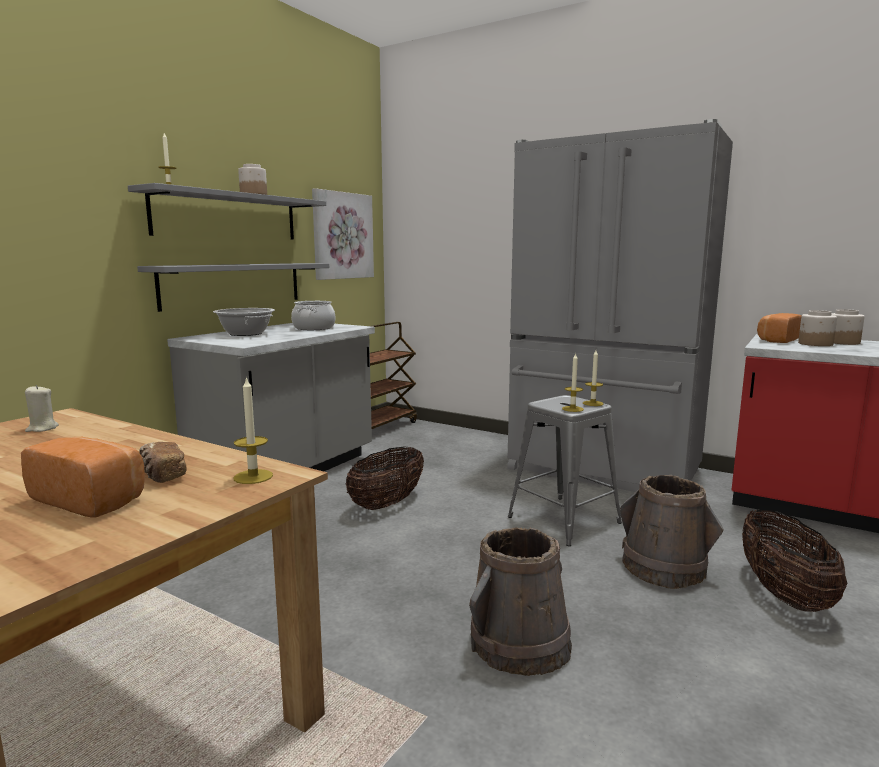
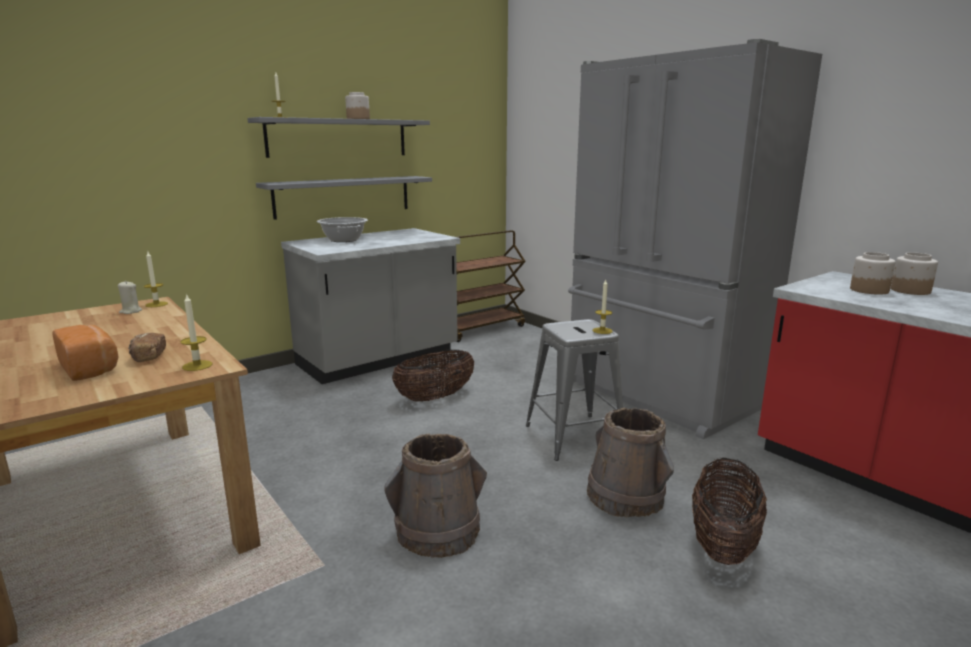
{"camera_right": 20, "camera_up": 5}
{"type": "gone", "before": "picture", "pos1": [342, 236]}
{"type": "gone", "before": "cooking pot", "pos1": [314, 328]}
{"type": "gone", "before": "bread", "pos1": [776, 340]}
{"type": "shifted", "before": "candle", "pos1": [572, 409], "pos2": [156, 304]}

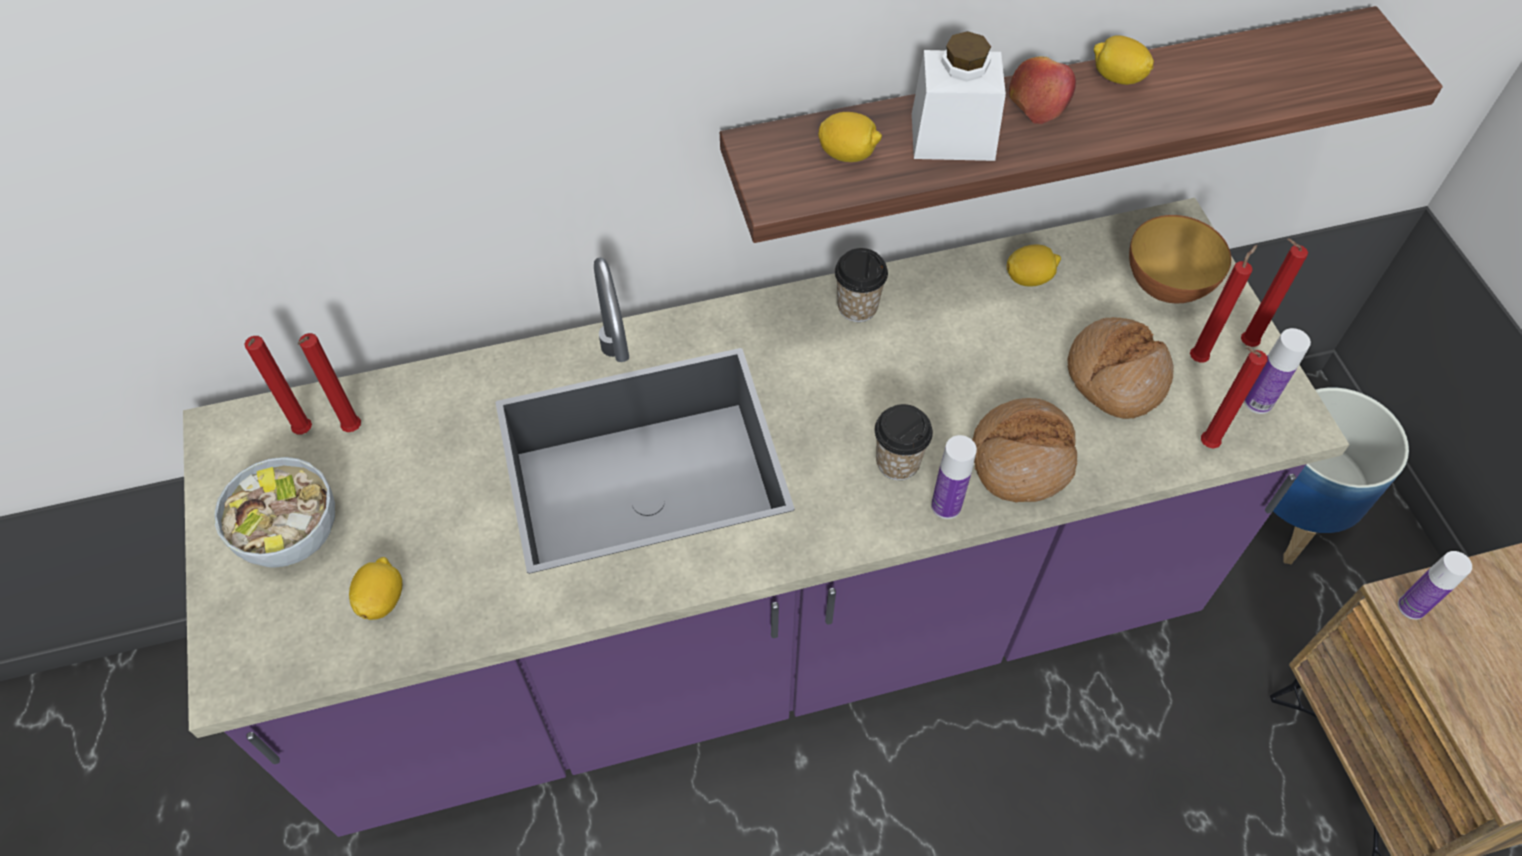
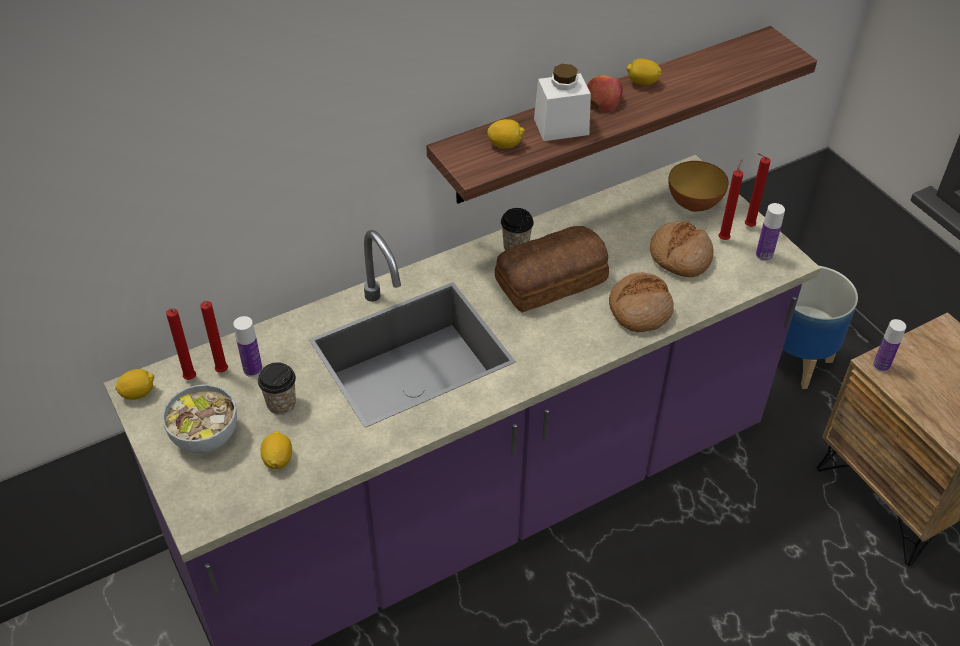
{"camera_right": -15, "camera_up": -10}
{"type": "shifted", "before": "lemon", "pos1": [1029, 278], "pos2": [138, 393]}
{"type": "gone", "before": "red candle", "pos1": [1204, 444]}
{"type": "shifted", "before": "cup", "pos1": [897, 462], "pos2": [281, 404]}
{"type": "shifted", "before": "bottle", "pos1": [946, 506], "pos2": [253, 369]}
{"type": "new", "after": "bread", "pos2": [553, 281]}

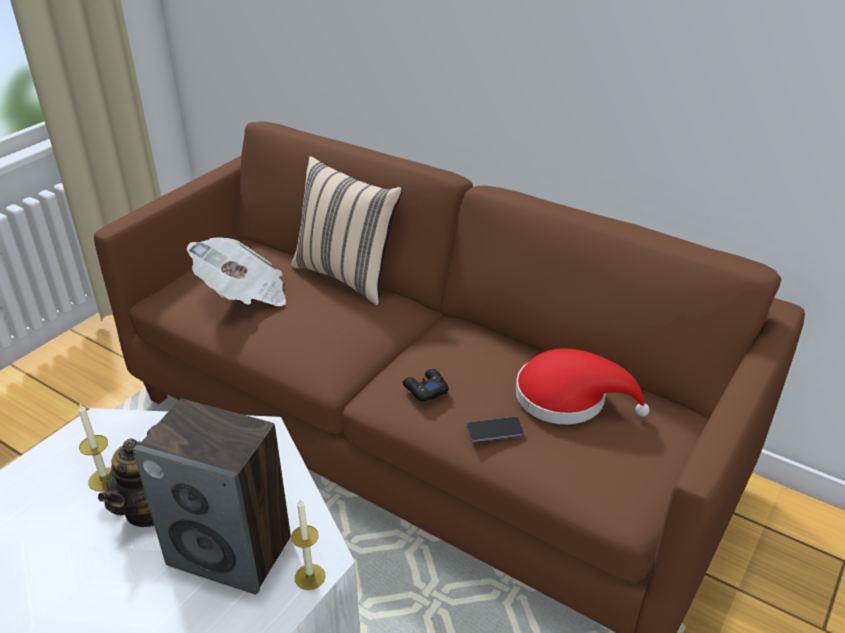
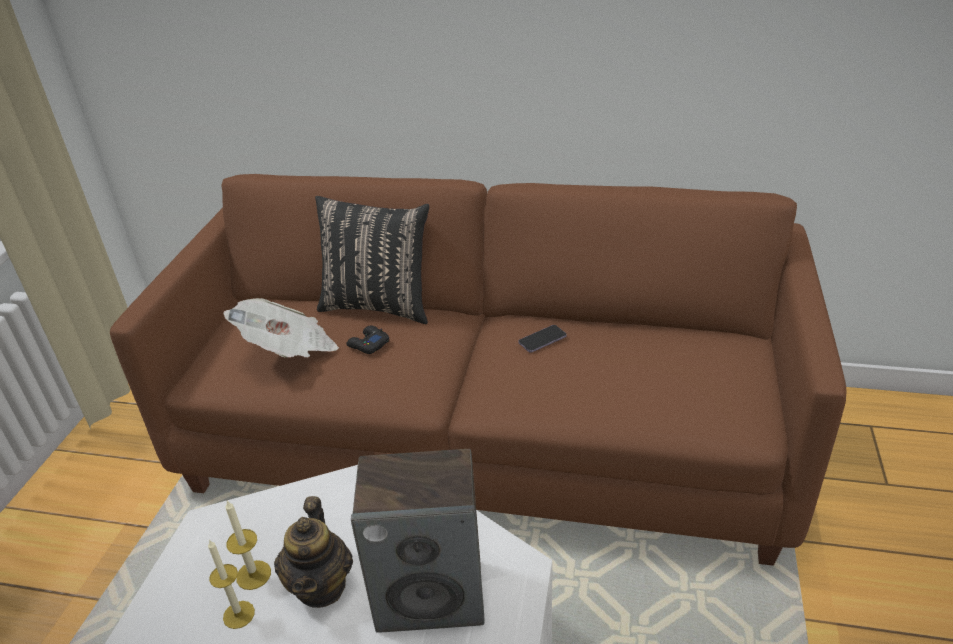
{"camera_right": -20, "camera_up": 0}
{"type": "repainted", "before": "beige pillow", "after": "black pillow", "pos1": [348, 275], "pos2": [379, 305]}
{"type": "gone", "before": "red hat", "pos1": [568, 398]}
{"type": "shifted", "before": "black game controller", "pos1": [425, 389], "pos2": [368, 344]}
{"type": "shifted", "before": "phone", "pos1": [494, 431], "pos2": [542, 340]}
{"type": "shifted", "before": "candle", "pos1": [310, 577], "pos2": [239, 614]}

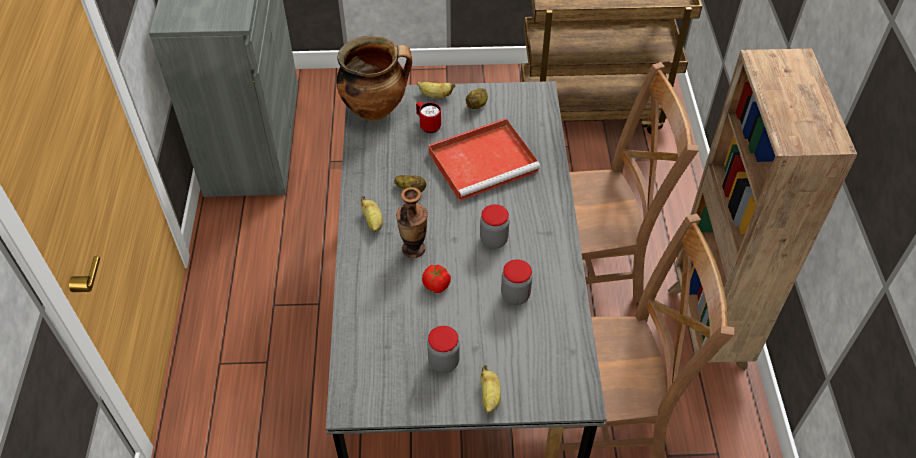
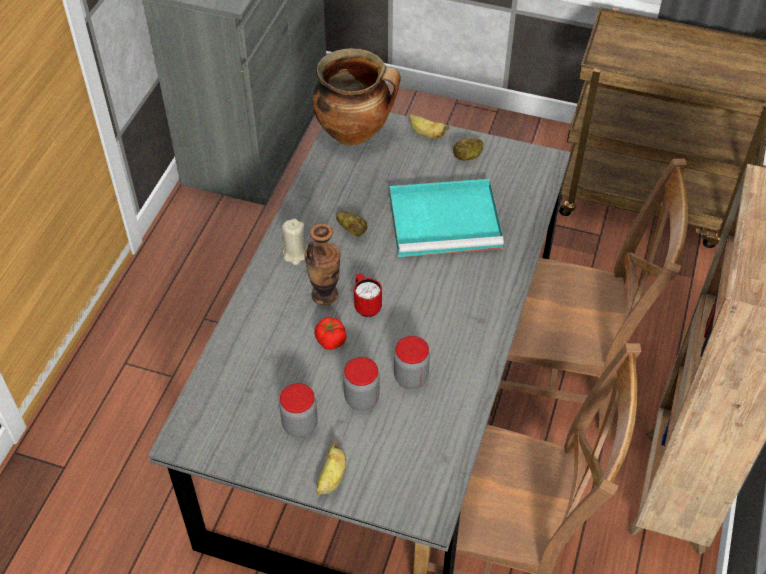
{"camera_right": 20, "camera_up": 0}
{"type": "shifted", "before": "red mug", "pos1": [428, 125], "pos2": [366, 305]}
{"type": "repainted", "before": "red tray", "after": "turquoise tray", "pos1": [484, 161], "pos2": [447, 221]}
{"type": "swapped", "before": "banana", "after": "beige candle", "pos1": [373, 222], "pos2": [295, 254]}
{"type": "shifted", "before": "jar", "pos1": [493, 240], "pos2": [361, 399]}

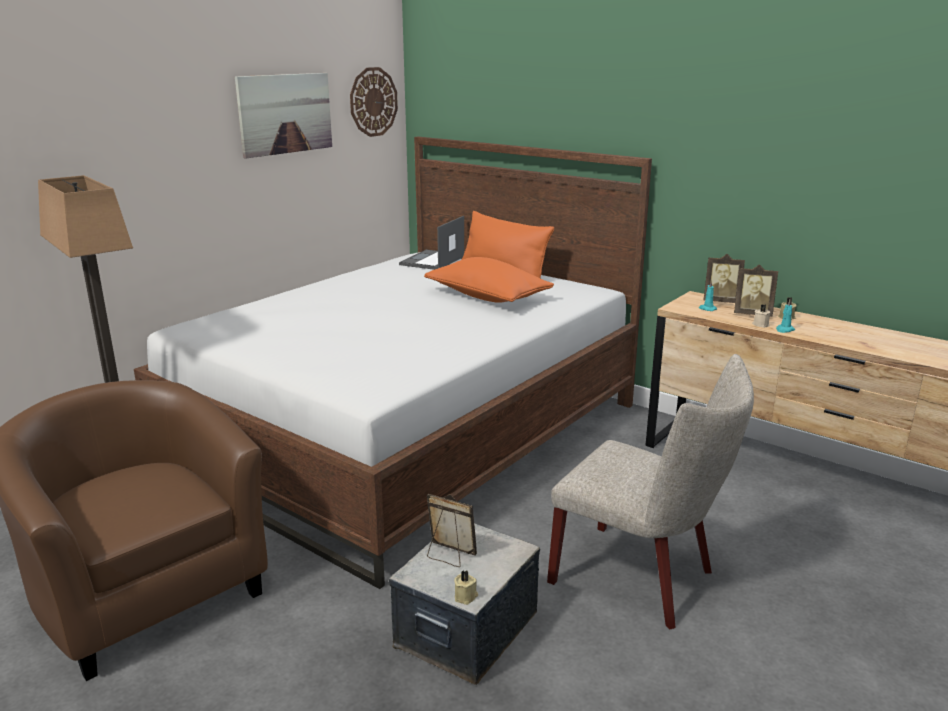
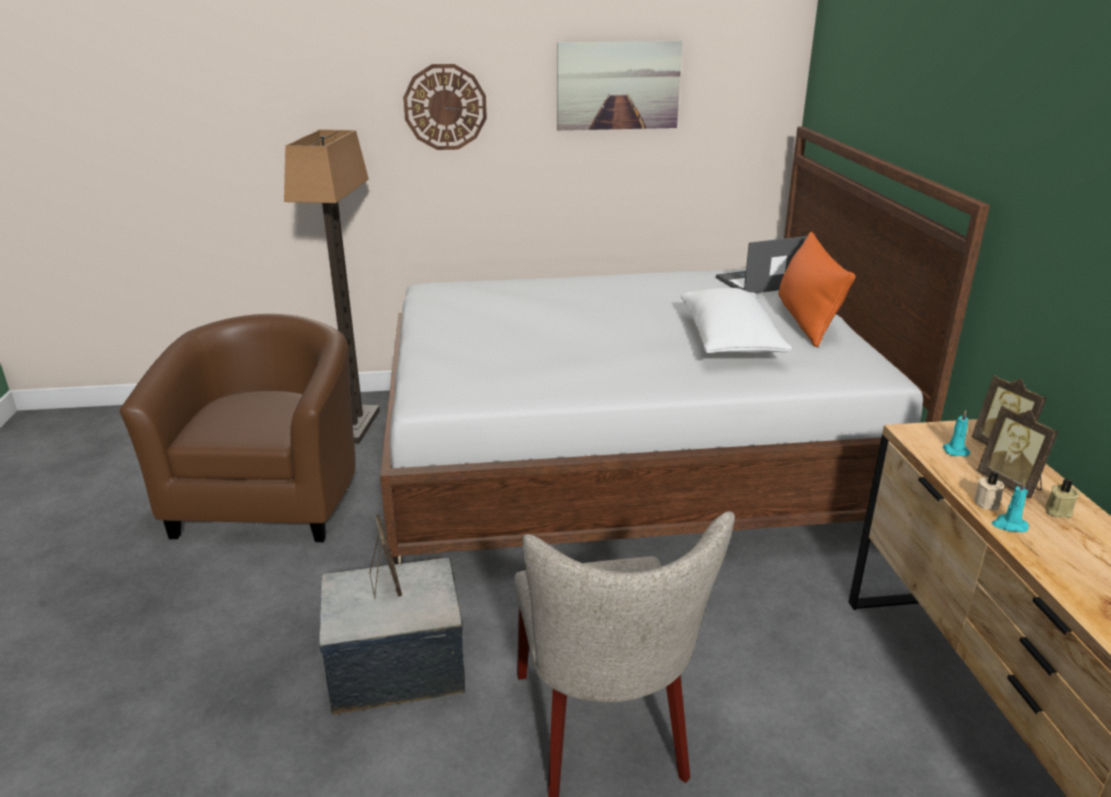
{"camera_right": 45, "camera_up": 5}
{"type": "shifted", "before": "wall clock", "pos1": [373, 102], "pos2": [445, 107]}
{"type": "repainted", "before": "orange pillow", "after": "white pillow", "pos1": [487, 297], "pos2": [729, 341]}
{"type": "gone", "before": "beige candle", "pos1": [466, 597]}

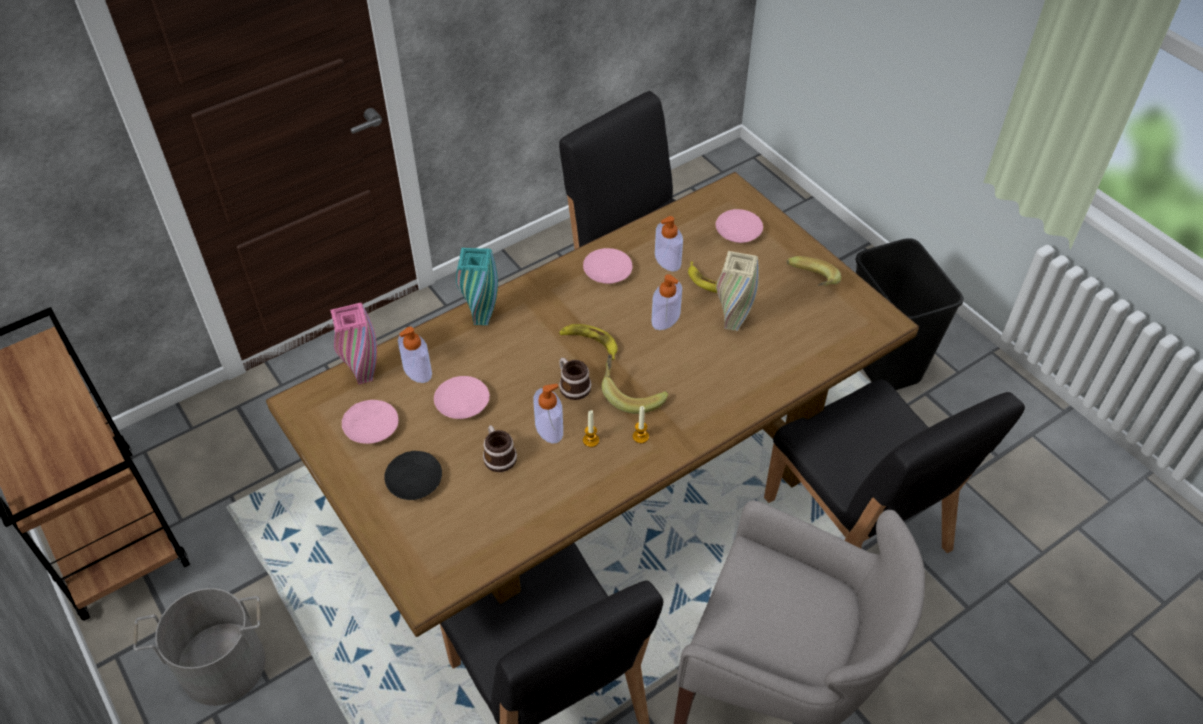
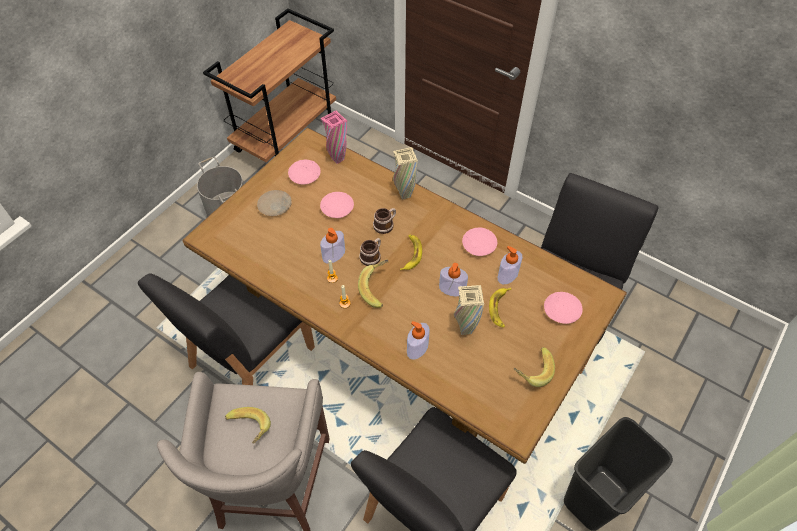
{"camera_right": 70, "camera_up": 5}
{"type": "repainted", "before": "turquoise vase", "after": "beige vase", "pos1": [481, 319], "pos2": [404, 195]}
{"type": "shifted", "before": "soap dispenser", "pos1": [417, 370], "pos2": [417, 348]}
{"type": "shifted", "before": "mug", "pos1": [498, 455], "pos2": [385, 224]}
{"type": "repainted", "before": "black plate", "after": "beige plate", "pos1": [414, 479], "pos2": [275, 206]}
{"type": "new", "after": "banana", "pos2": [249, 430]}

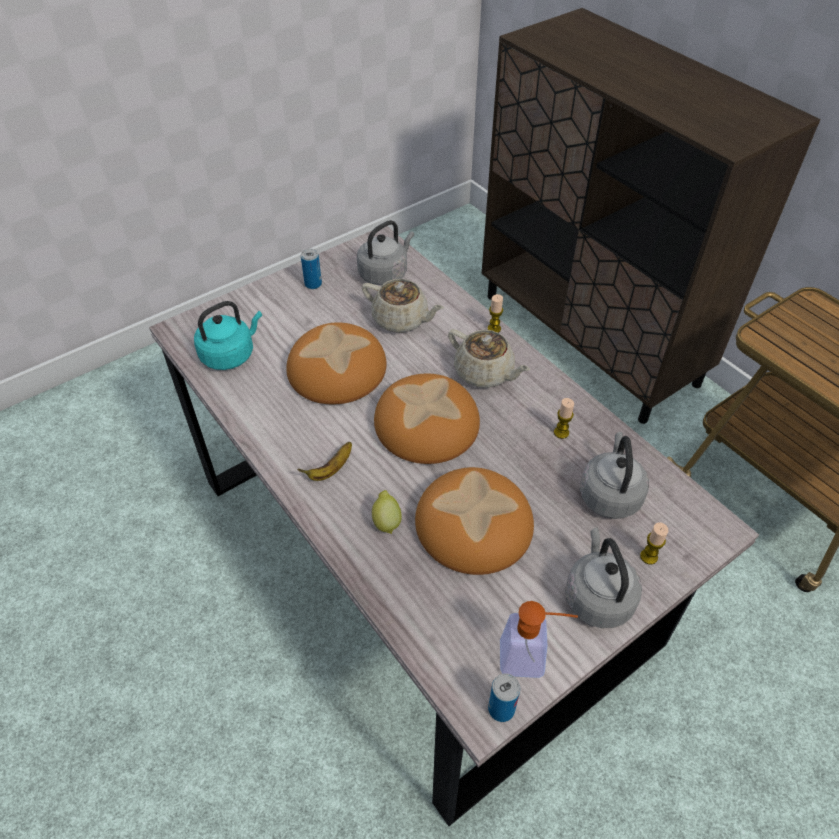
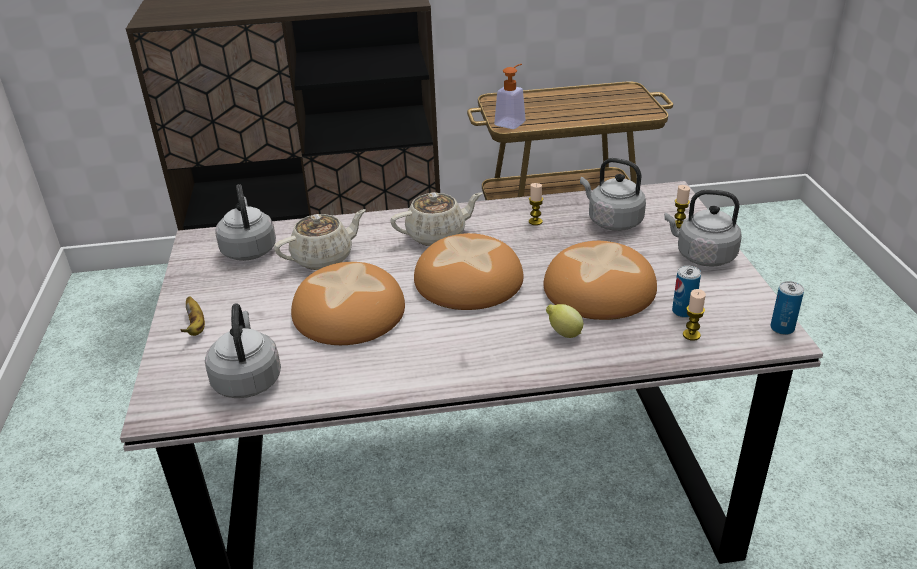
{"camera_right": -60, "camera_up": -15}
{"type": "shifted", "before": "can", "pos1": [313, 284], "pos2": [683, 311]}
{"type": "shifted", "before": "candle", "pos1": [494, 328], "pos2": [691, 335]}
{"type": "repainted", "before": "turquoise kettle", "after": "grey kettle", "pos1": [230, 354], "pos2": [247, 379]}
{"type": "shifted", "before": "banana", "pos1": [330, 470], "pos2": [196, 326]}
{"type": "shifted", "before": "soap dispenser", "pos1": [531, 658], "pos2": [512, 122]}

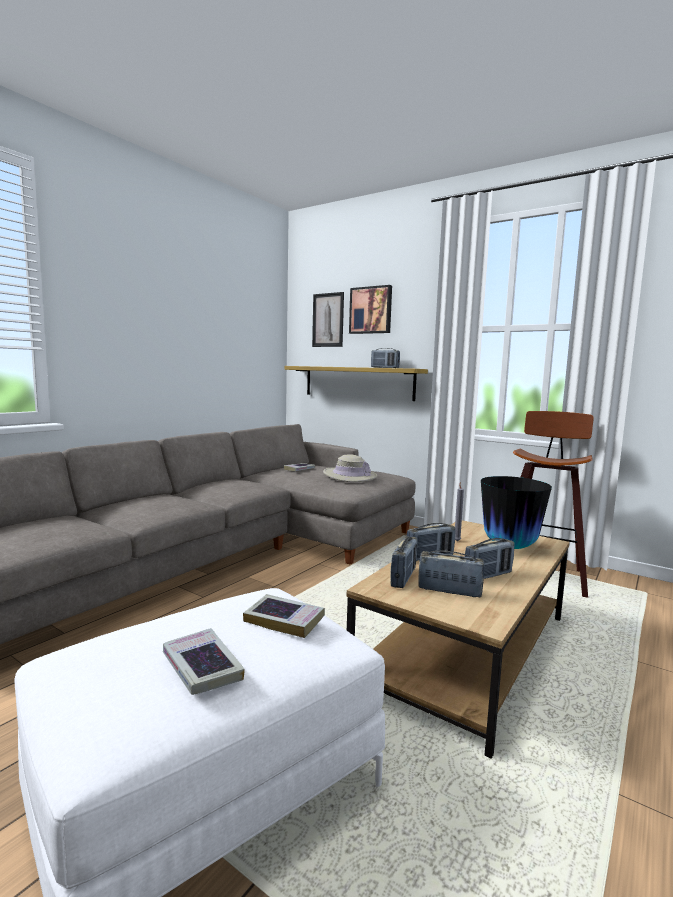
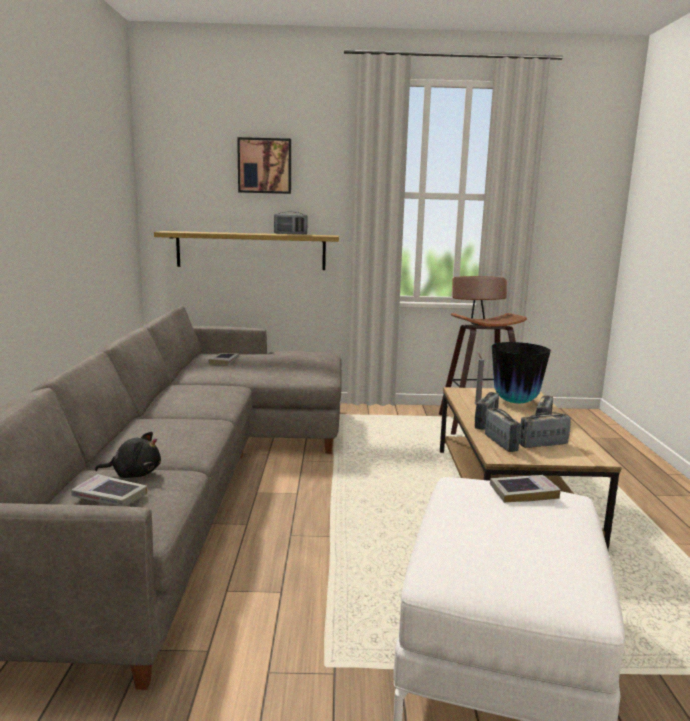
{"camera_right": -35, "camera_up": 5}
{"type": "gone", "before": "picture", "pos1": [328, 320]}
{"type": "gone", "before": "beige hat", "pos1": [349, 476]}
{"type": "shifted", "before": "book", "pos1": [202, 667], "pos2": [109, 496]}
{"type": "new", "after": "black plush toy", "pos2": [134, 474]}

